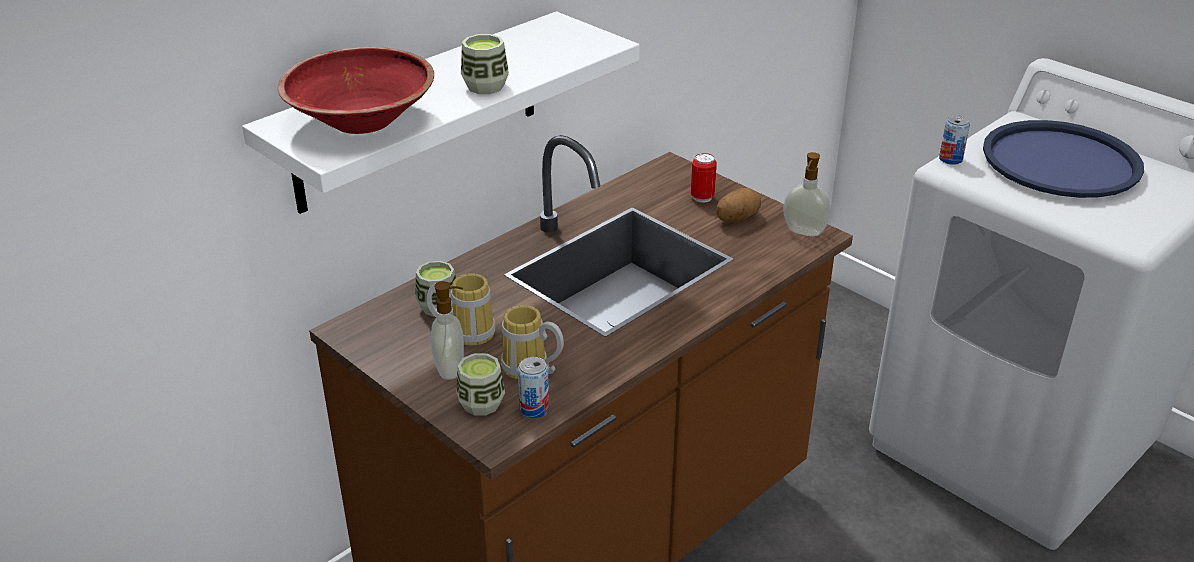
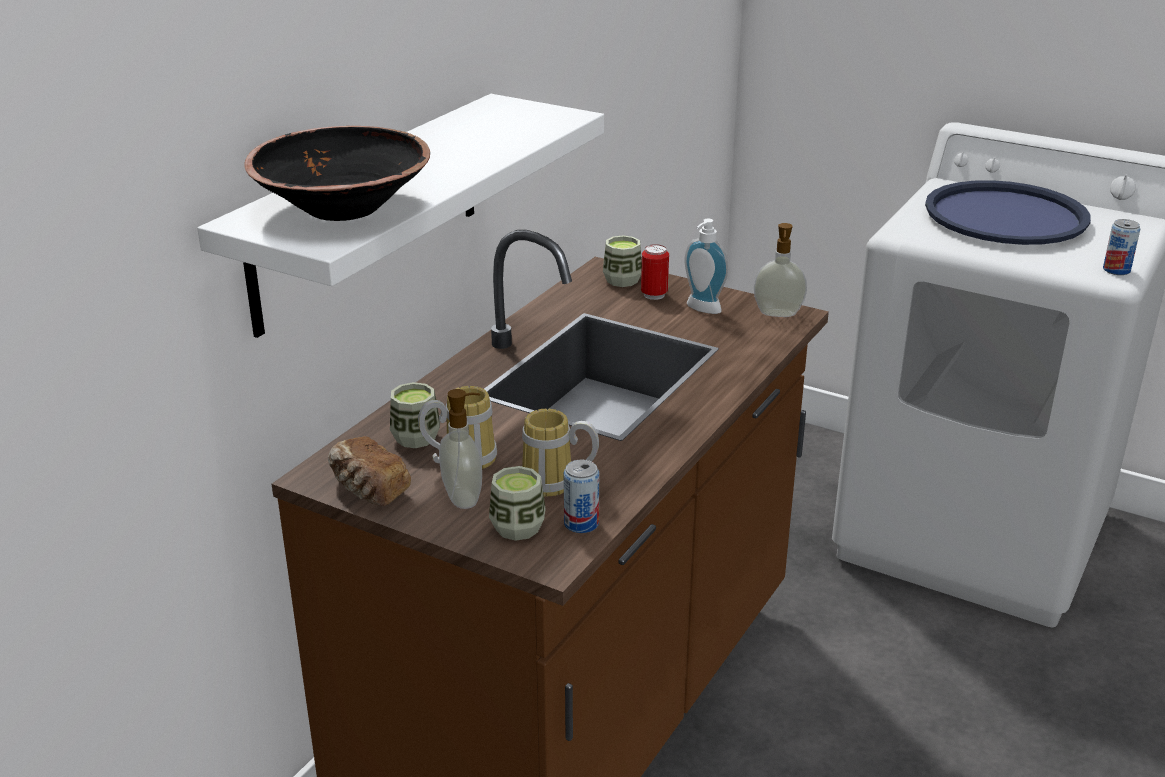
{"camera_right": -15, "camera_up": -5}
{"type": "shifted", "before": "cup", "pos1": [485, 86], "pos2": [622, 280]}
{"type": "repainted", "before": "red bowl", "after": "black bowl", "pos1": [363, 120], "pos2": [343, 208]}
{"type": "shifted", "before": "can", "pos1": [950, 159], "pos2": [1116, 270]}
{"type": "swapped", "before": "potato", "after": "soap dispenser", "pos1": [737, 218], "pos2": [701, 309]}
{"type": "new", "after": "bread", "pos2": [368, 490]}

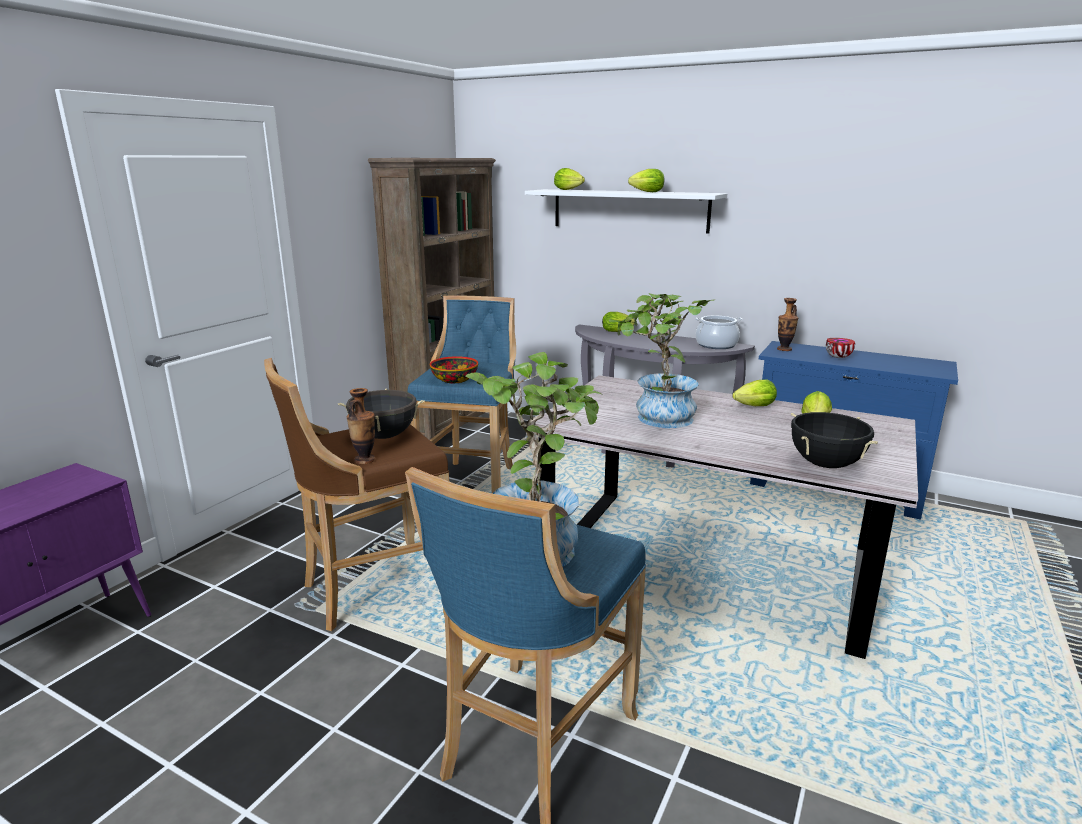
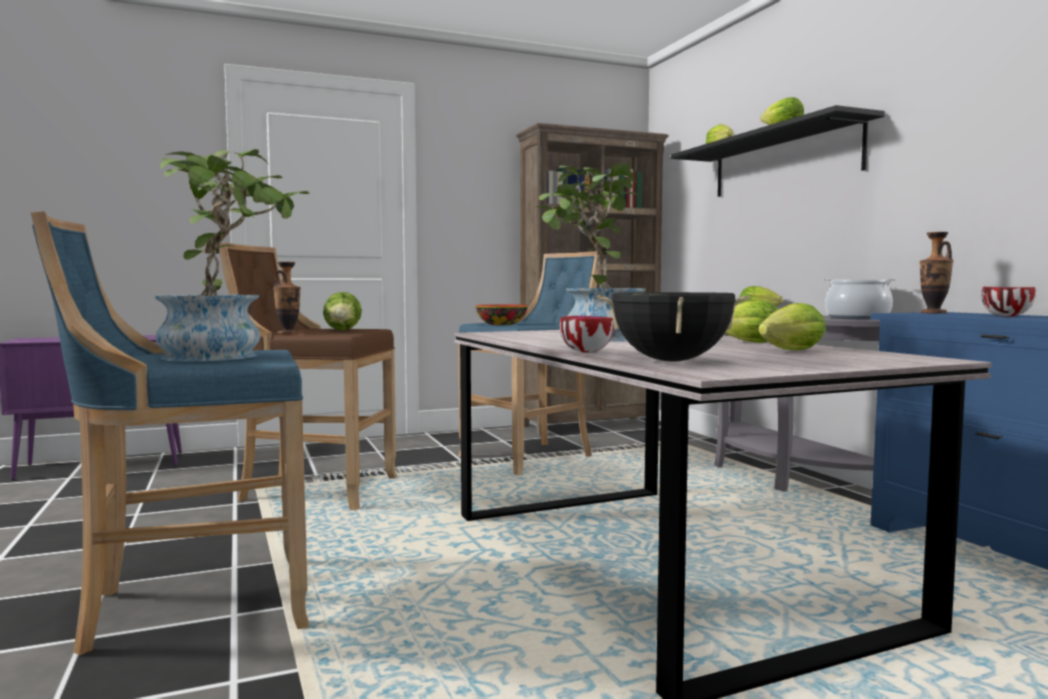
{"camera_right": 40, "camera_up": -15}
{"type": "repainted", "before": "white shelf", "after": "black shelf", "pos1": [629, 210], "pos2": [783, 161]}
{"type": "swapped", "before": "black cooking pot", "after": "lettuce", "pos1": [384, 436], "pos2": [343, 330]}
{"type": "new", "after": "bowl", "pos2": [586, 352]}

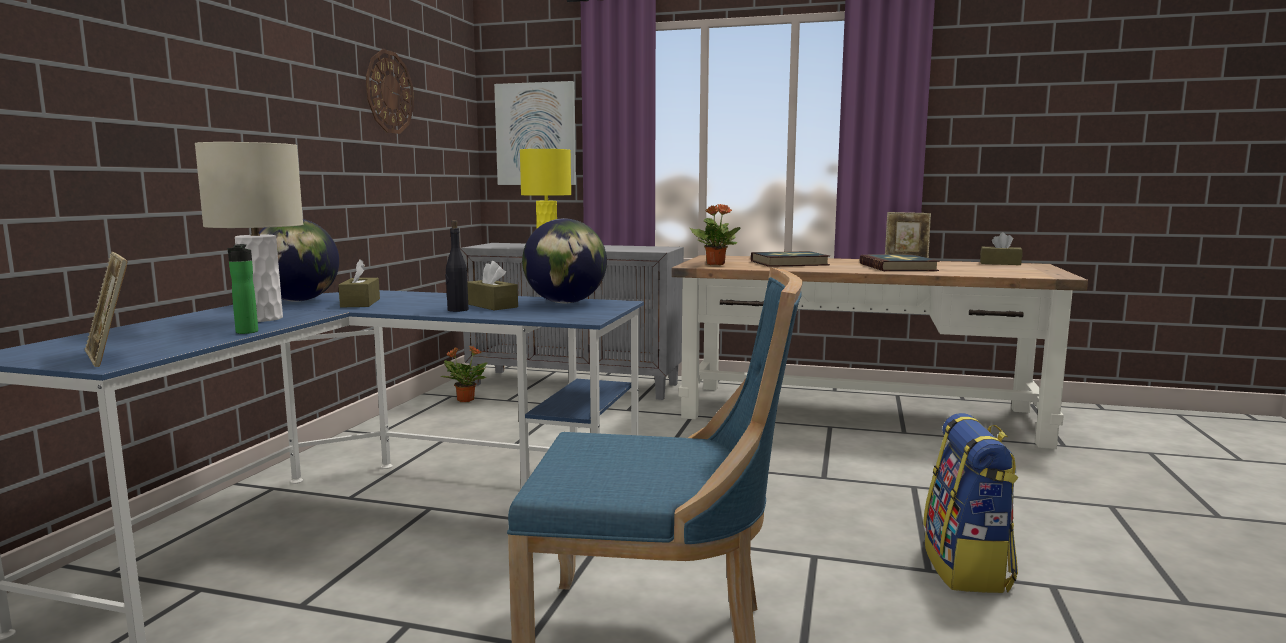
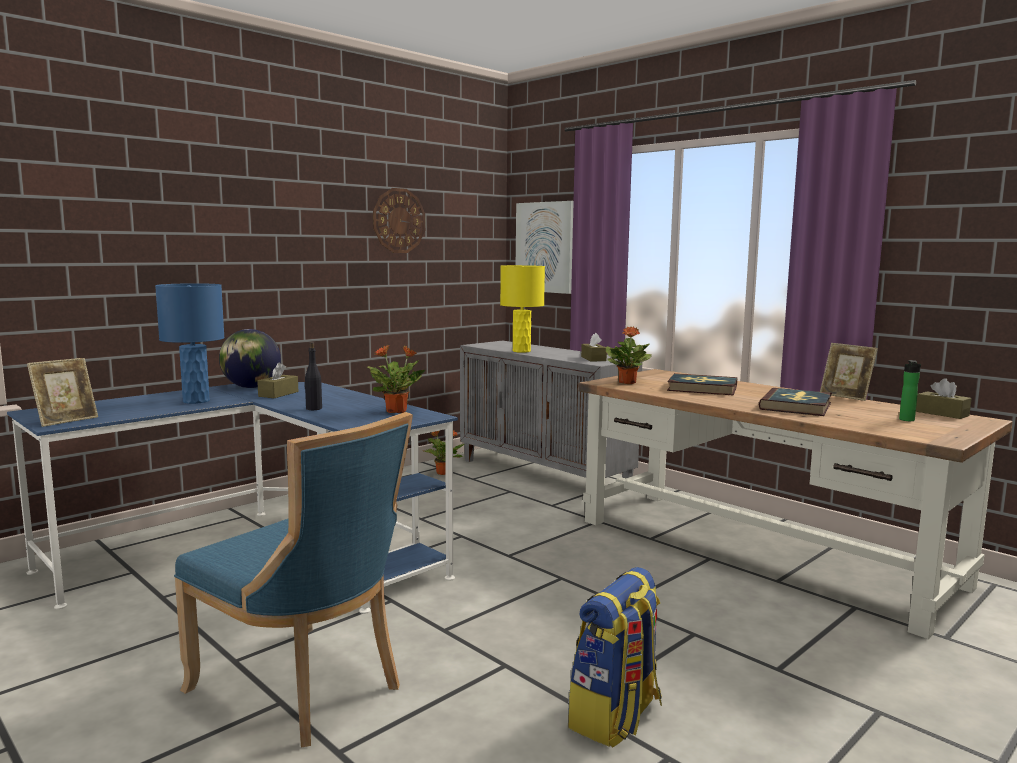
{"camera_right": 30, "camera_up": 0}
{"type": "repainted", "before": "beige table lamp", "after": "blue table lamp", "pos1": [263, 318], "pos2": [196, 401]}
{"type": "swapped", "before": "globe", "after": "potted plant", "pos1": [565, 303], "pos2": [397, 411]}
{"type": "shifted", "before": "bottle", "pos1": [246, 332], "pos2": [907, 420]}
{"type": "rotated", "before": "picture frame", "pos1": [111, 357], "pos2": [66, 420], "turn": -135}
{"type": "shifted", "before": "brown tissue box", "pos1": [492, 305], "pos2": [593, 359]}

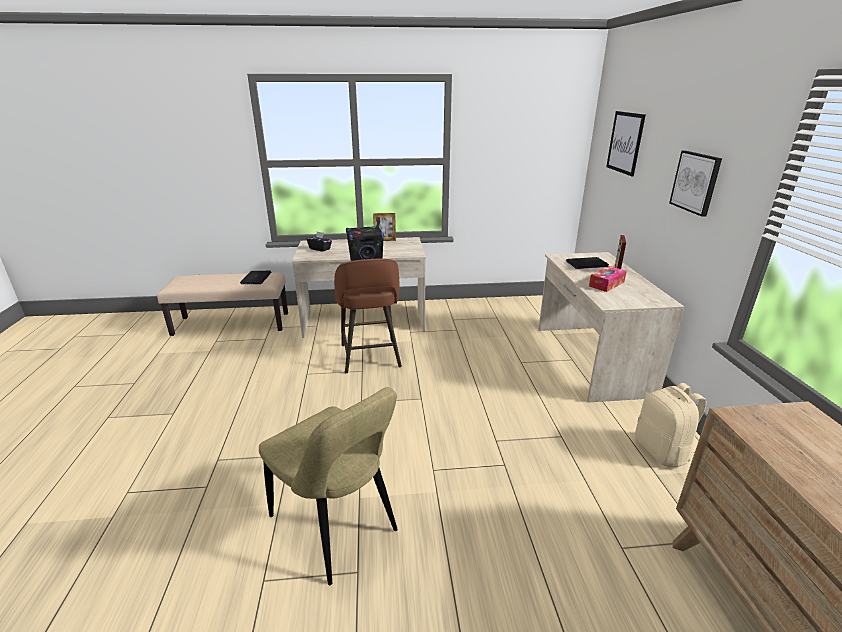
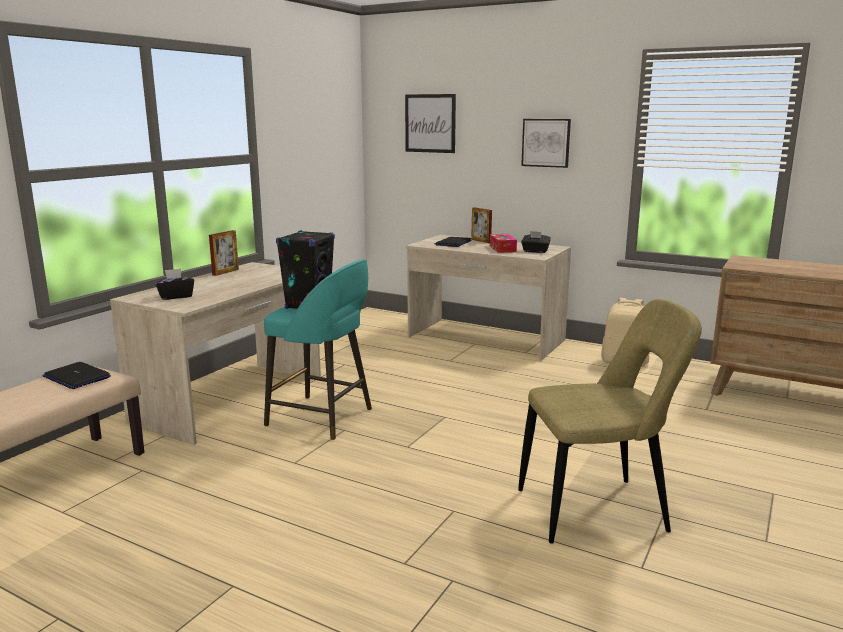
{"camera_right": -55, "camera_up": -10}
{"type": "repainted", "before": "brown stool", "after": "turquoise stool", "pos1": [370, 357], "pos2": [322, 418]}
{"type": "new", "after": "black tissue box", "pos2": [535, 251]}

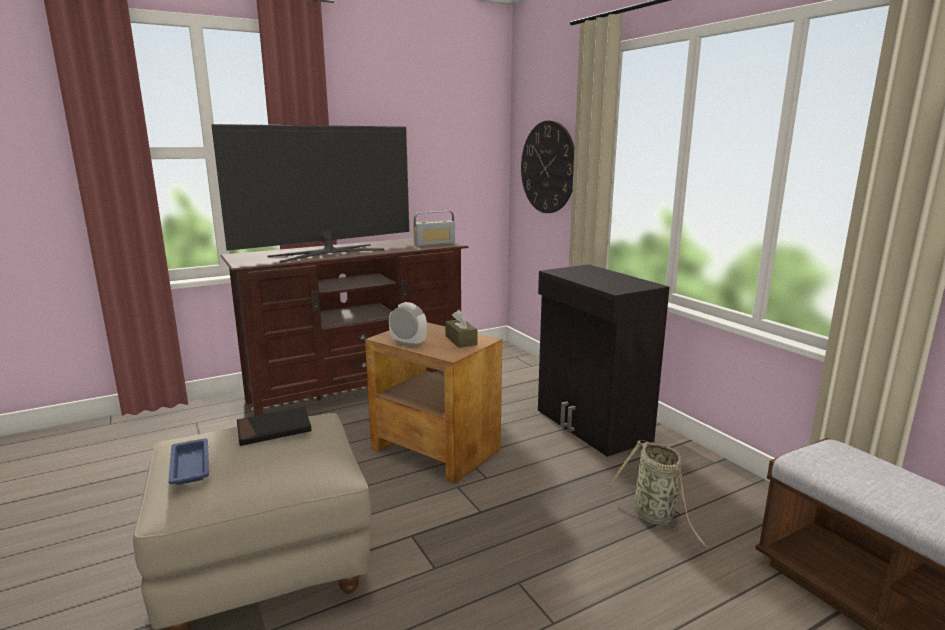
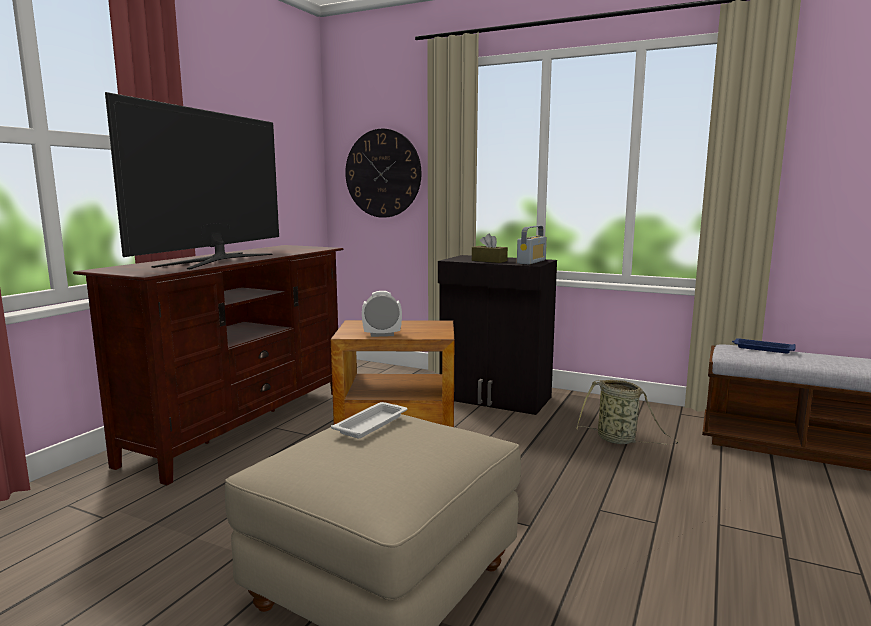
{"camera_right": -35, "camera_up": -5}
{"type": "shifted", "before": "radio", "pos1": [434, 243], "pos2": [531, 261]}
{"type": "shifted", "before": "brown tissue box", "pos1": [461, 340], "pos2": [489, 261]}
{"type": "swapped", "before": "black book", "after": "white tray", "pos1": [274, 430], "pos2": [372, 424]}
{"type": "shifted", "before": "blue tray", "pos1": [190, 465], "pos2": [762, 348]}

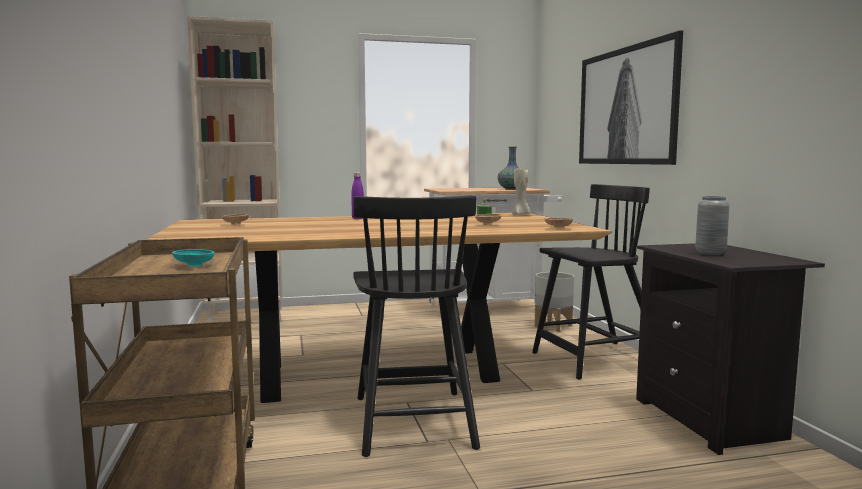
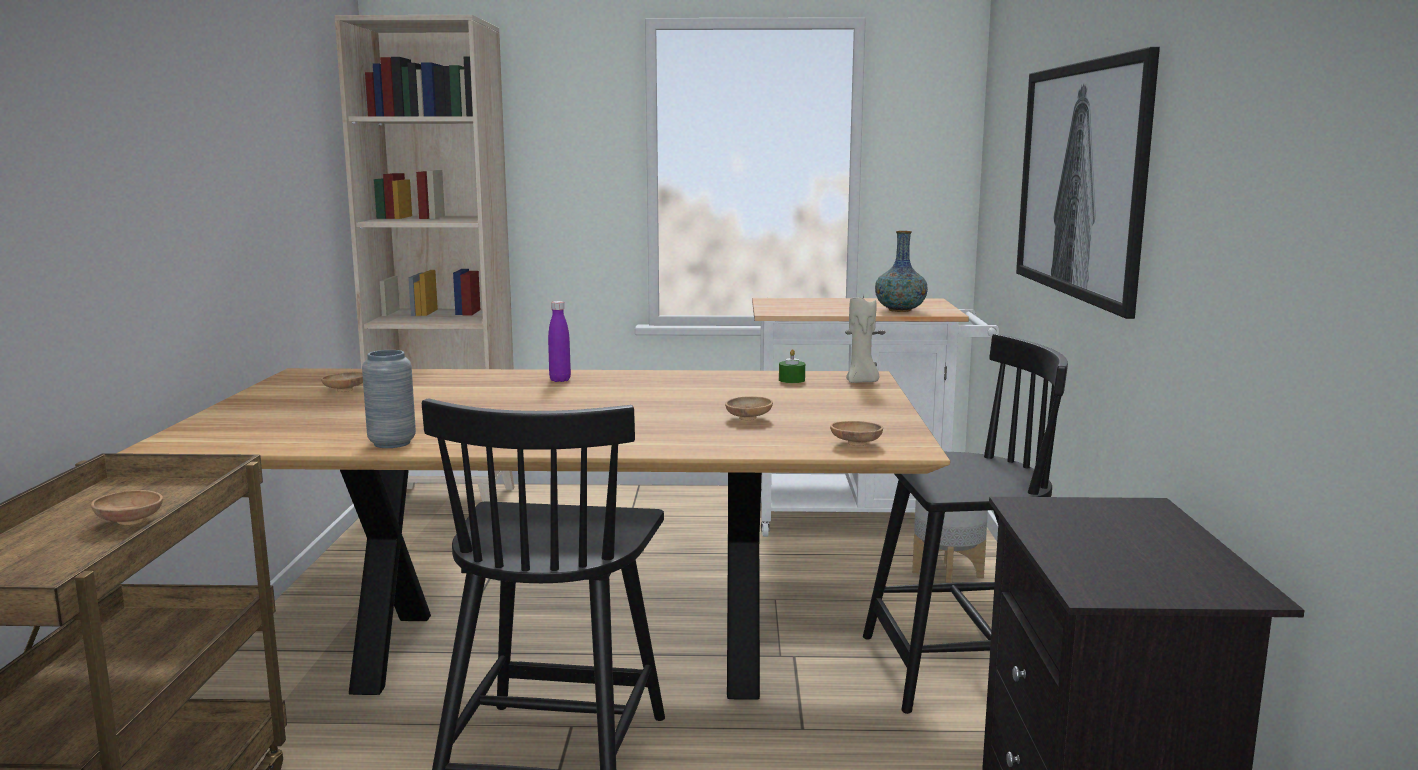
{"camera_right": 15, "camera_up": 5}
{"type": "shifted", "before": "grey vase", "pos1": [710, 253], "pos2": [392, 443]}
{"type": "repainted", "before": "turquoise bowl", "after": "brown bowl", "pos1": [194, 265], "pos2": [130, 521]}

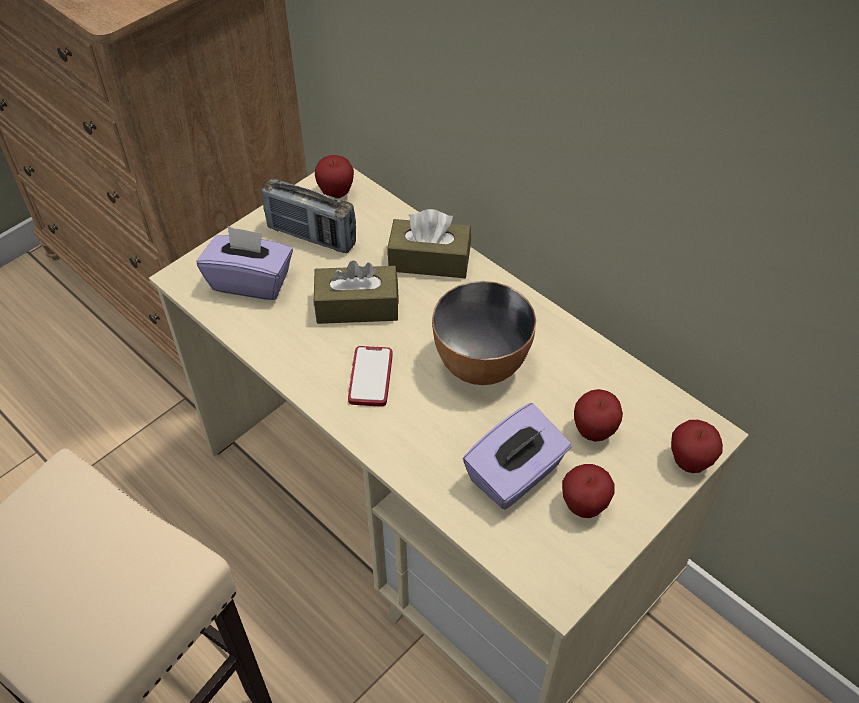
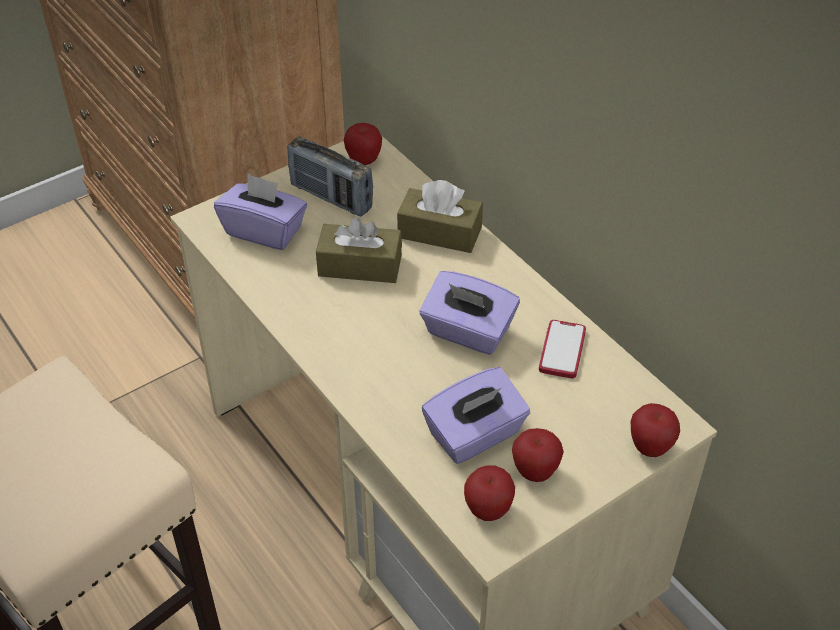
{"camera_right": 10, "camera_up": -5}
{"type": "swapped", "before": "bowl", "after": "purple tissue box", "pos1": [482, 364], "pos2": [467, 332]}
{"type": "shifted", "before": "phone", "pos1": [370, 377], "pos2": [562, 350]}
{"type": "shifted", "before": "apple", "pos1": [593, 431], "pos2": [488, 510]}

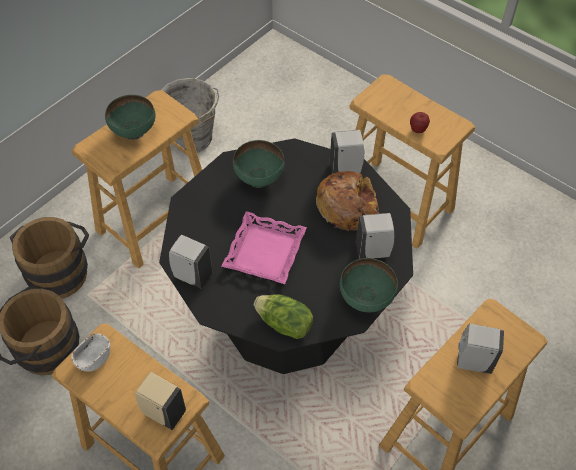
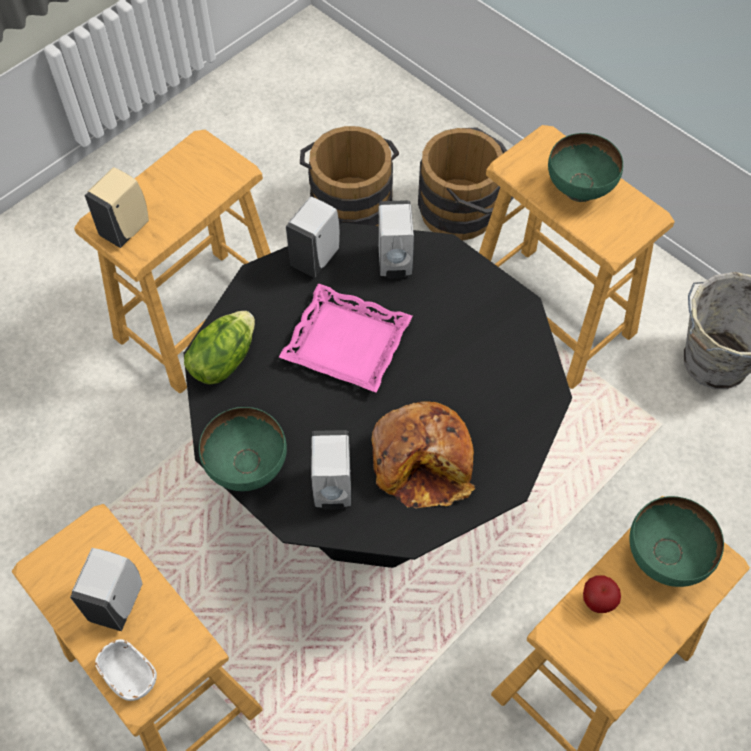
{"camera_right": 95, "camera_up": 5}
{"type": "shifted", "before": "white soap dispenser", "pos1": [346, 168], "pos2": [394, 263]}
{"type": "shifted", "before": "green bowl", "pos1": [259, 179], "pos2": [665, 558]}
{"type": "shifted", "before": "white bowl", "pos1": [94, 358], "pos2": [130, 676]}

